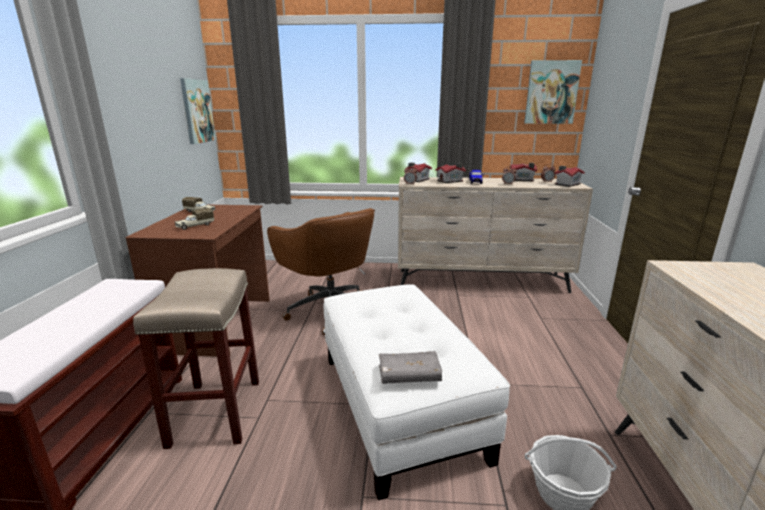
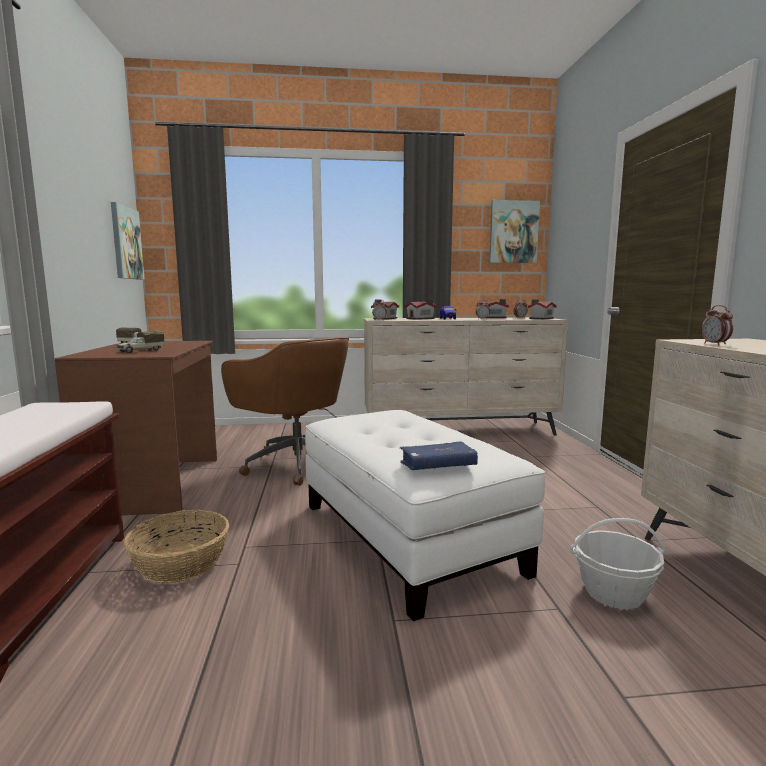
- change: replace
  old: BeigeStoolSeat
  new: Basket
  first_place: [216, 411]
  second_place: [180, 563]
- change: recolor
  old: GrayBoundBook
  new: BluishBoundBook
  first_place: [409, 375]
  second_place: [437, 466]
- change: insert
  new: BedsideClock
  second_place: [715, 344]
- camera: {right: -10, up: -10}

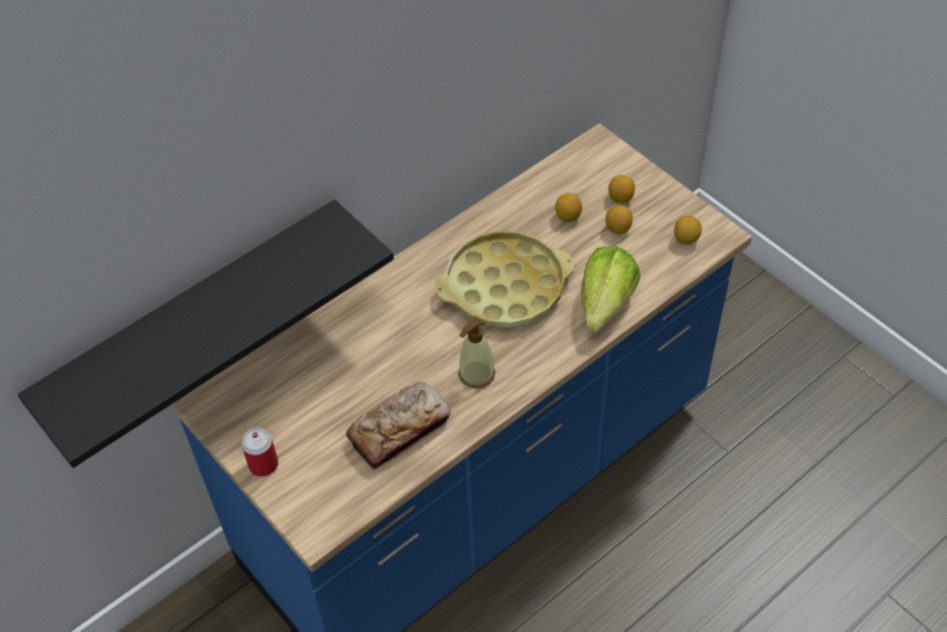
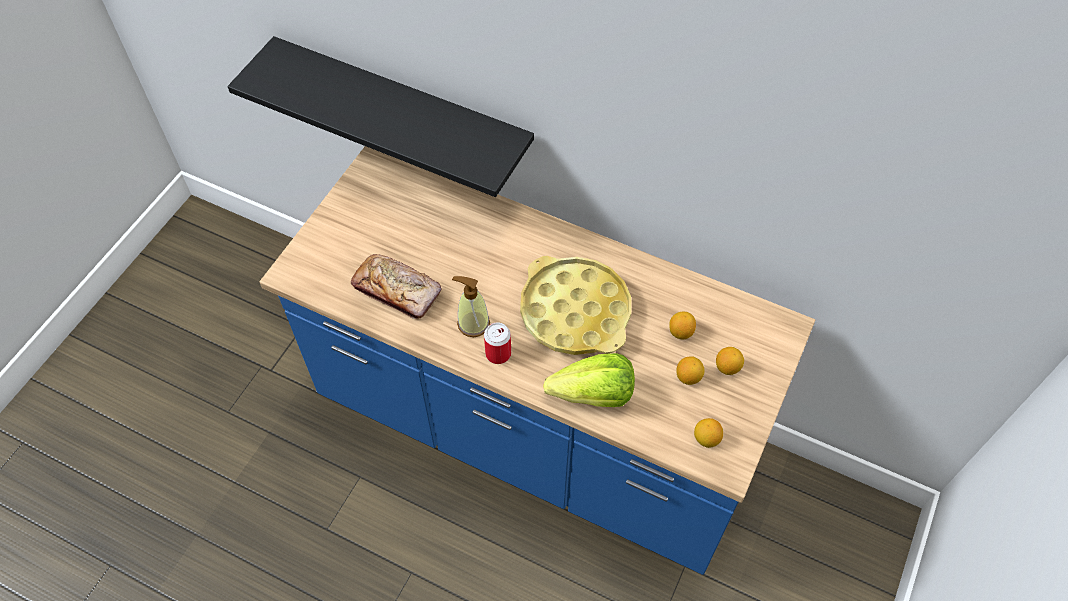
- change: move
  old: MetalCan
  first_place: [263, 464]
  second_place: [498, 353]
- camera: {right: 65, up: 5}

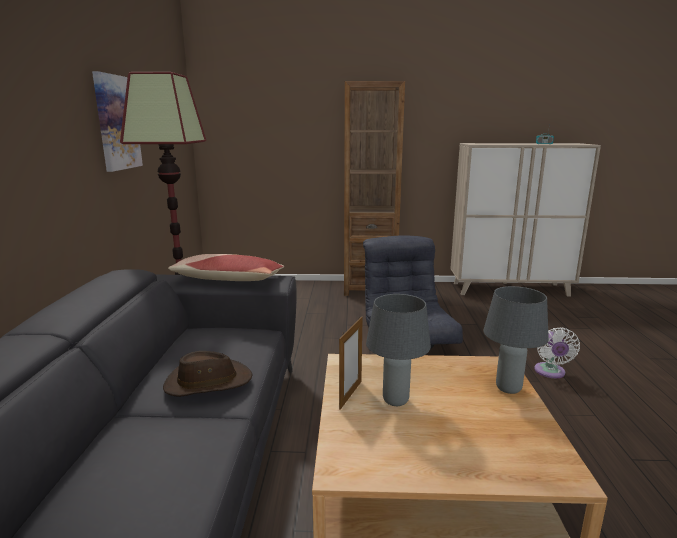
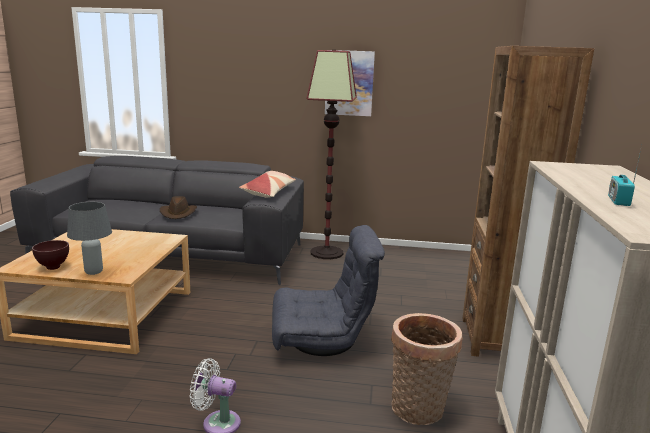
- change: delete
  old: GrayLampForATable
  first_place: [395, 401]
- change: delete
  old: PictureFrame
  first_place: [350, 394]
- change: insert
  new: BrownishBowl
  second_place: [52, 267]
- change: insert
  new: Basket
  second_place: [419, 411]
- camera: {right: 95, up: 0}

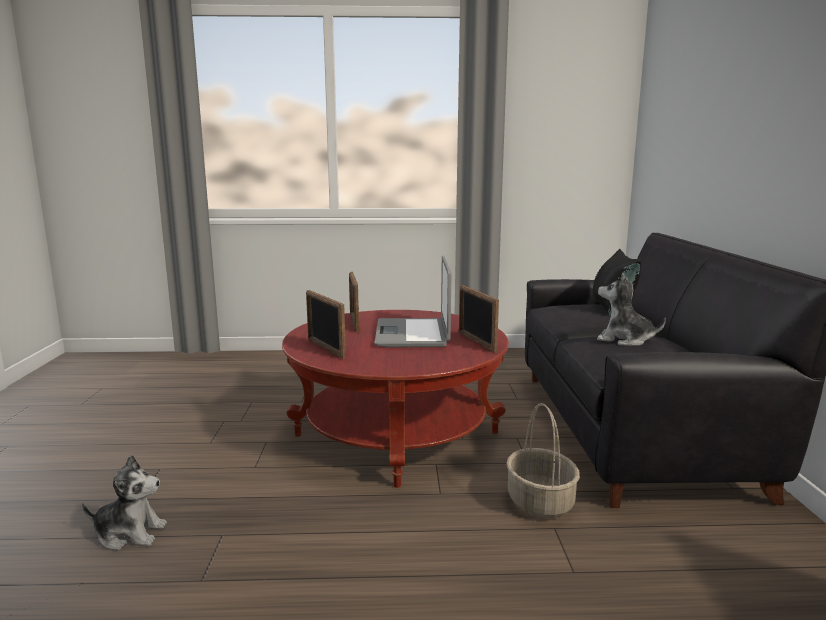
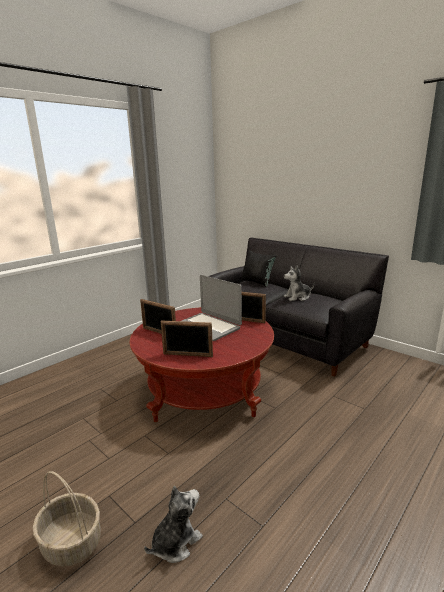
- change: move
  old: Basket
  first_place: [539, 502]
  second_place: [71, 543]
- camera: {right: -45, up: 5}

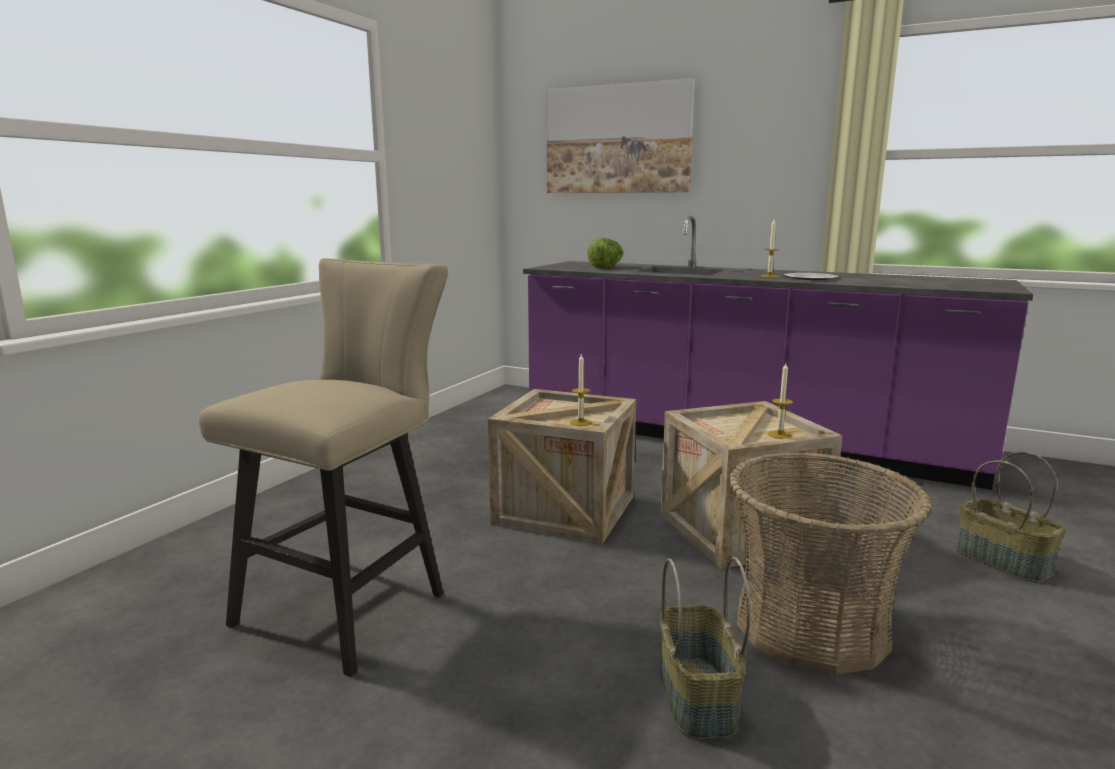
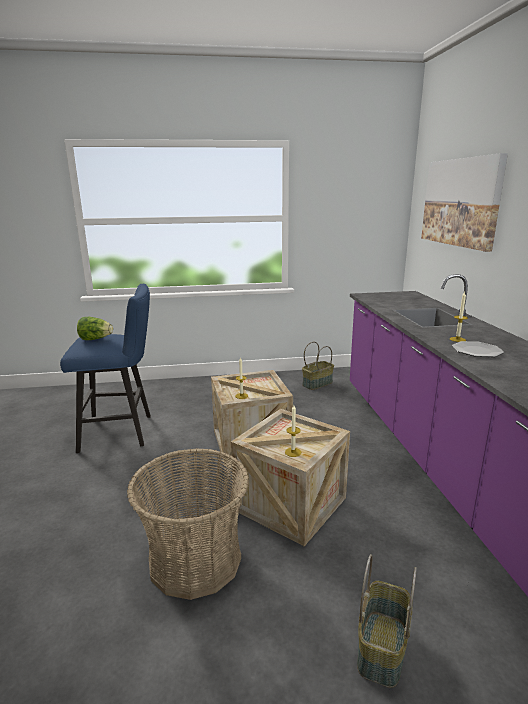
- change: move
  old: LettuceHead
  first_place: [606, 267]
  second_place: [95, 339]
- change: recolor
  old: BeigeStoolSeat
  new: BluishStoolSeat
  first_place: [352, 604]
  second_place: [122, 432]
- change: move
  old: Basket
  first_place: [695, 697]
  second_place: [317, 383]
- camera: {right: 55, up: 5}

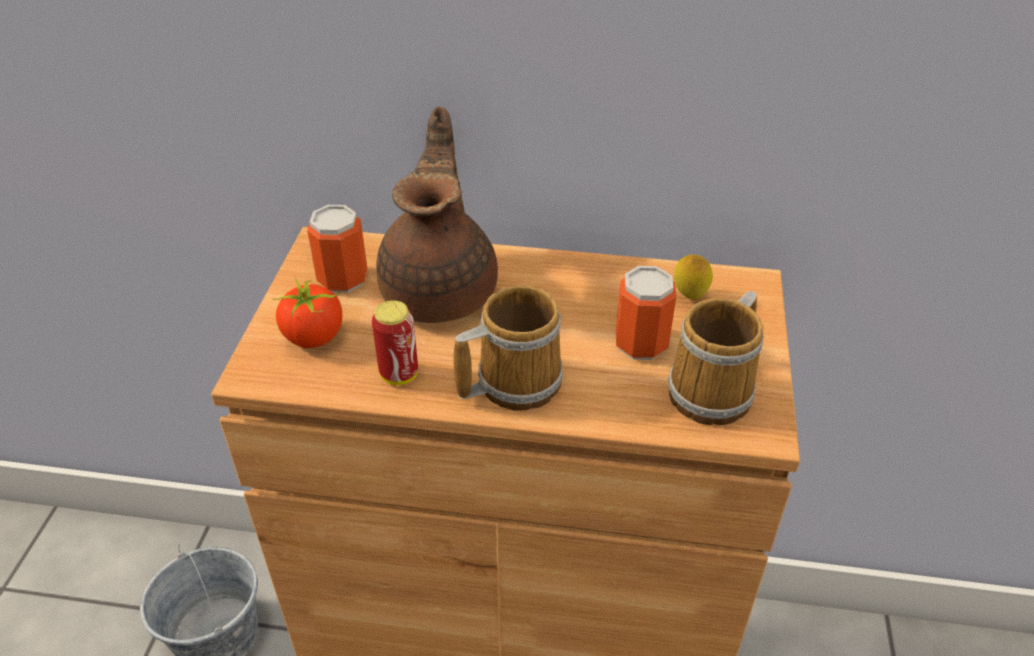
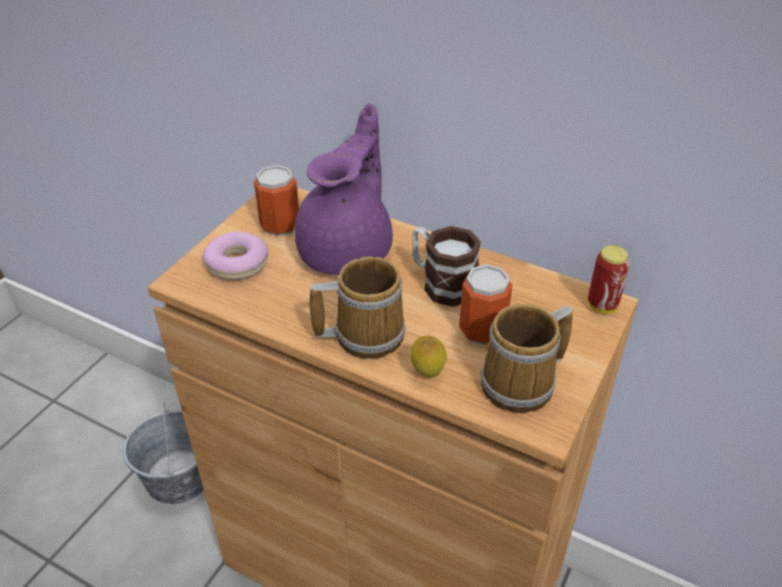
- change: recolor
  old: BrownishPotForTea
  new: PurplePotForTea
  first_place: [442, 289]
  second_place: [348, 250]
- change: move
  old: WholeLemon
  first_place: [689, 297]
  second_place: [427, 373]
- change: replace
  old: FreshTomato
  new: Doughnut
  first_place: [314, 337]
  second_place: [237, 264]
- change: move
  old: MetalCan
  first_place: [399, 374]
  second_place: [602, 305]
- change: insert
  new: Mug
  second_place: [441, 283]
- camera: {right: 20, up: 0}

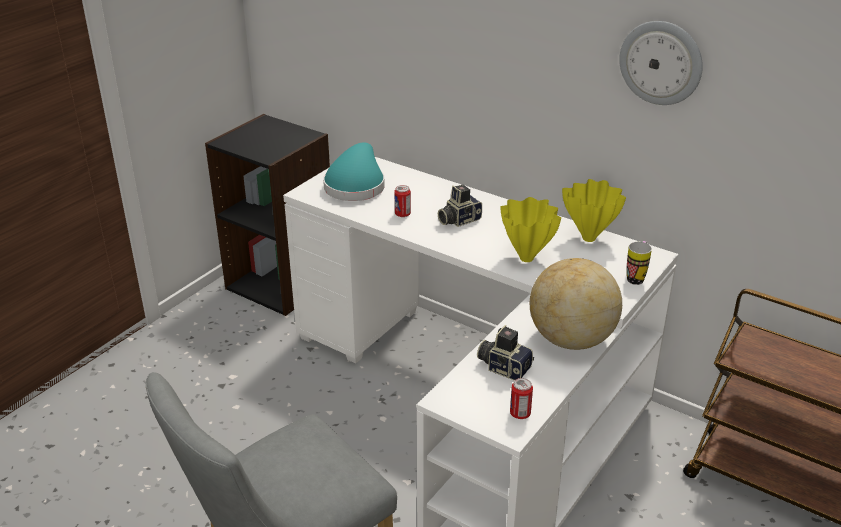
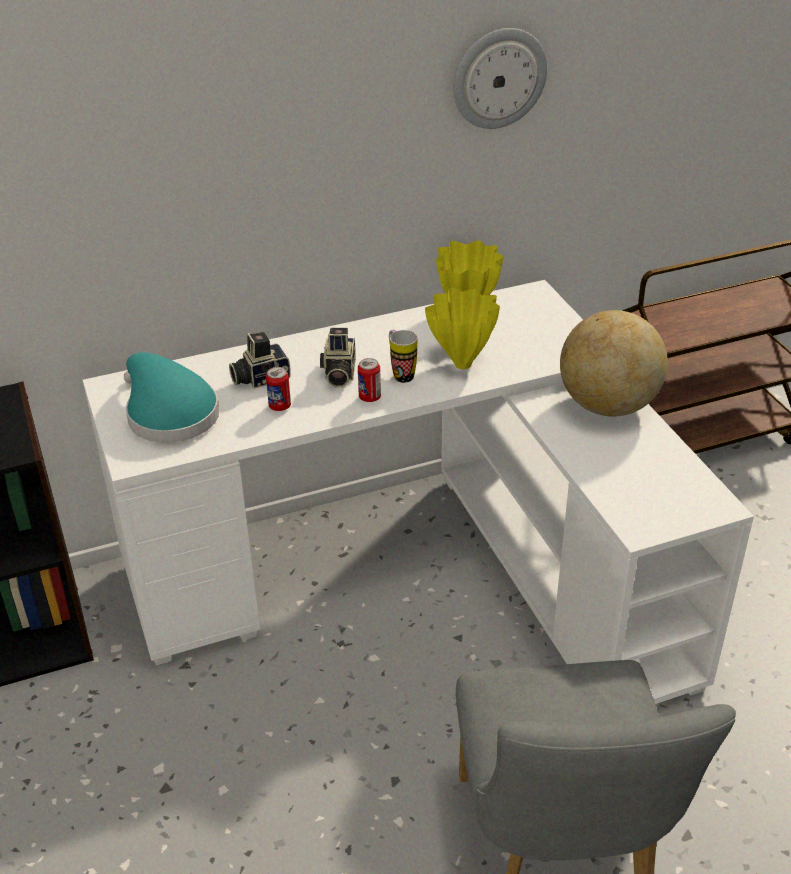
- change: move
  old: Mug
  first_place: [636, 277]
  second_place: [400, 373]
- change: move
  old: PhotoCamera
  first_place: [504, 367]
  second_place: [260, 378]
- change: move
  old: MetalCan
  first_place: [520, 414]
  second_place: [369, 397]
- camera: {right: -55, up: 5}

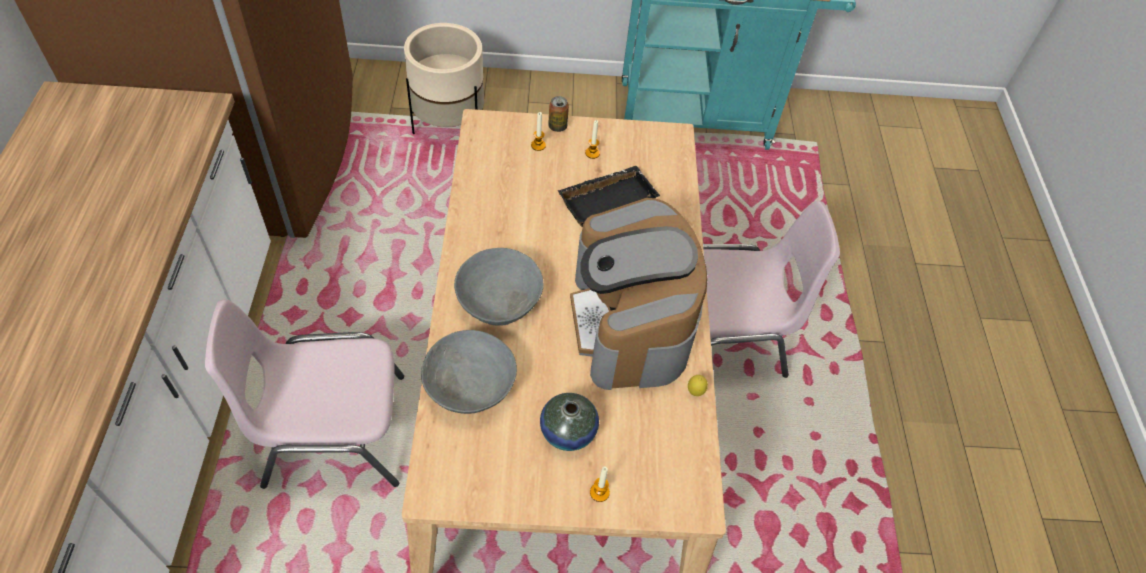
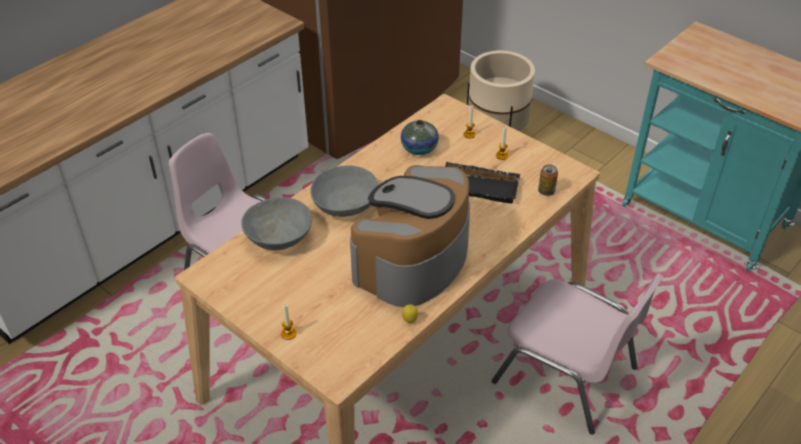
- change: move
  old: MetalCan
  first_place: [557, 126]
  second_place: [546, 191]
- change: move
  old: Vase
  first_place: [568, 431]
  second_place: [419, 148]
- camera: {right: 45, up: -10}

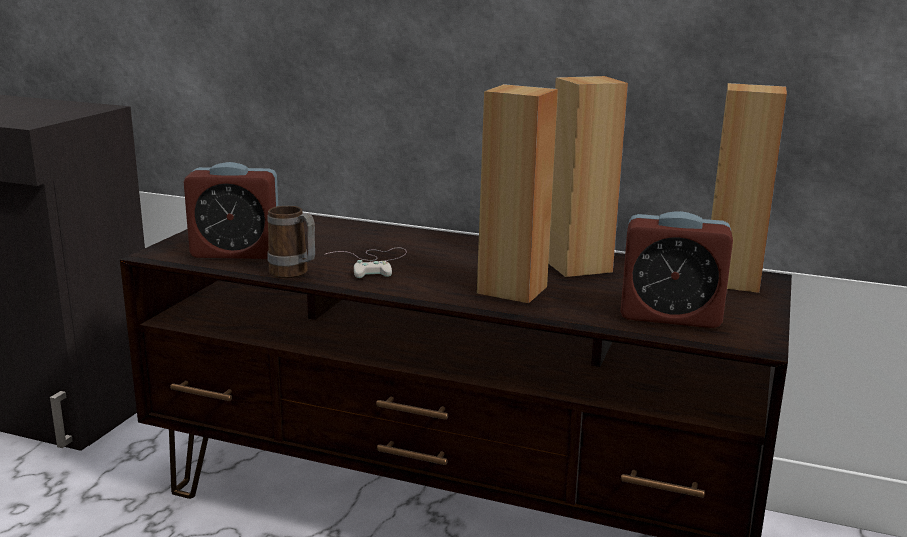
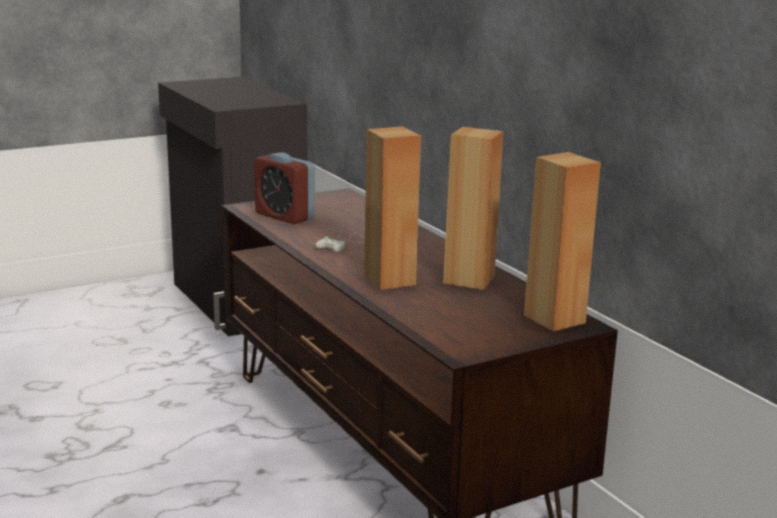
- change: delete
  old: Mug
  first_place: [294, 274]
- change: delete
  old: BedsideClock
  first_place: [670, 316]
- camera: {right: 40, up: 0}

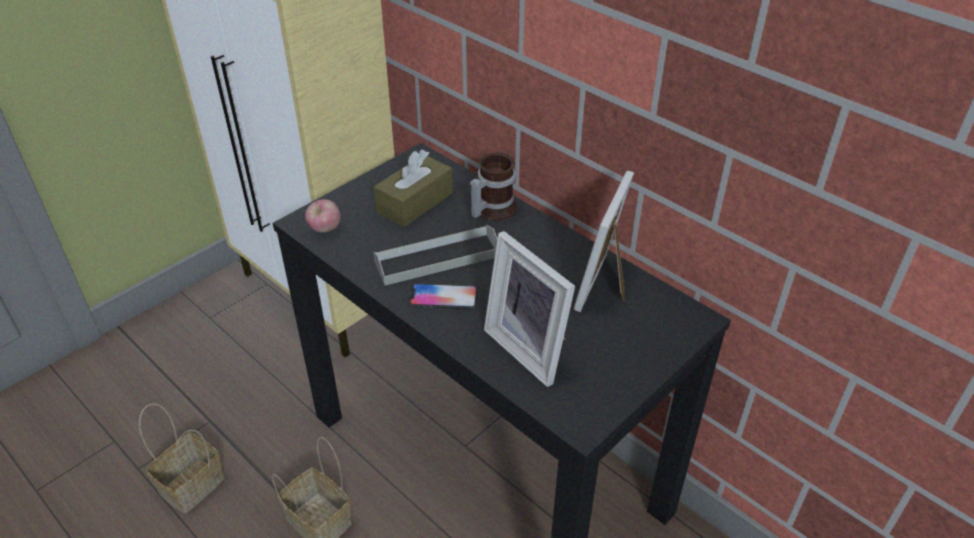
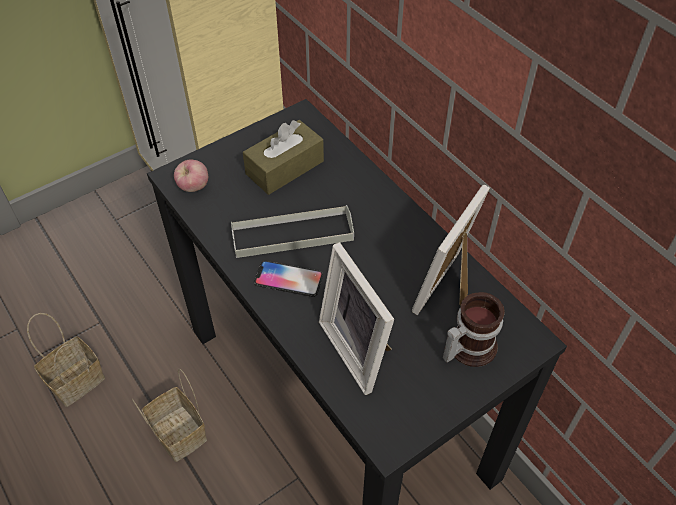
- change: move
  old: Mug
  first_place: [491, 209]
  second_place: [466, 346]
- camera: {right: 10, up: 10}

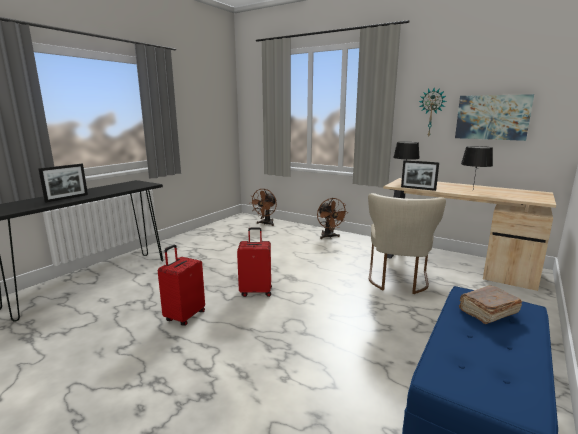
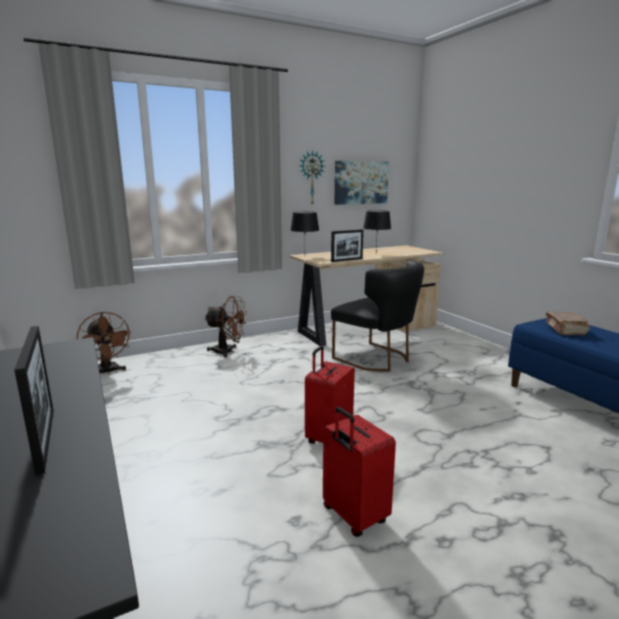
- change: recolor
  old: BeigePlainChair
  new: BlackishPlainChair
  first_place: [397, 281]
  second_place: [377, 359]
- camera: {right: -60, up: 0}

